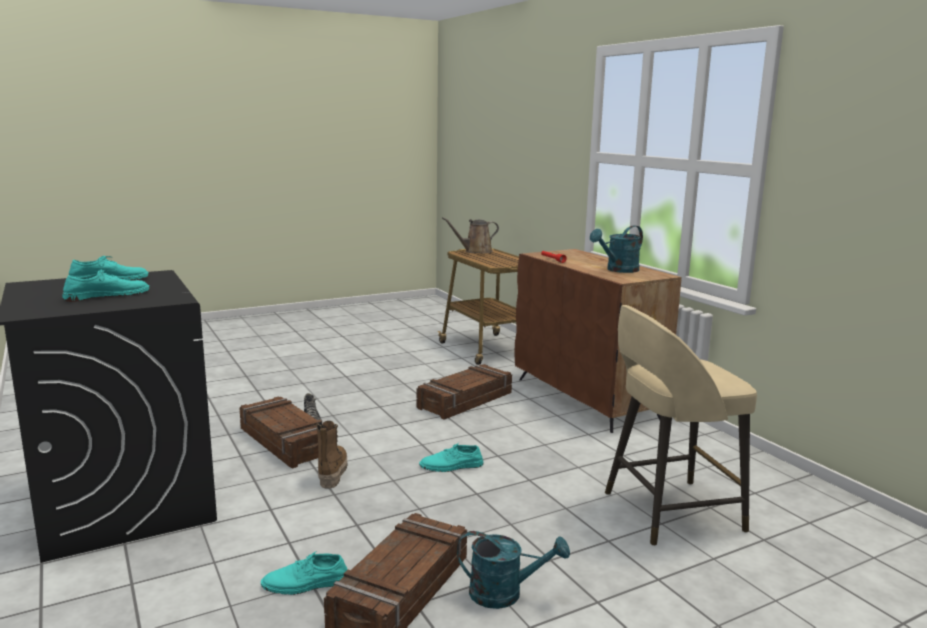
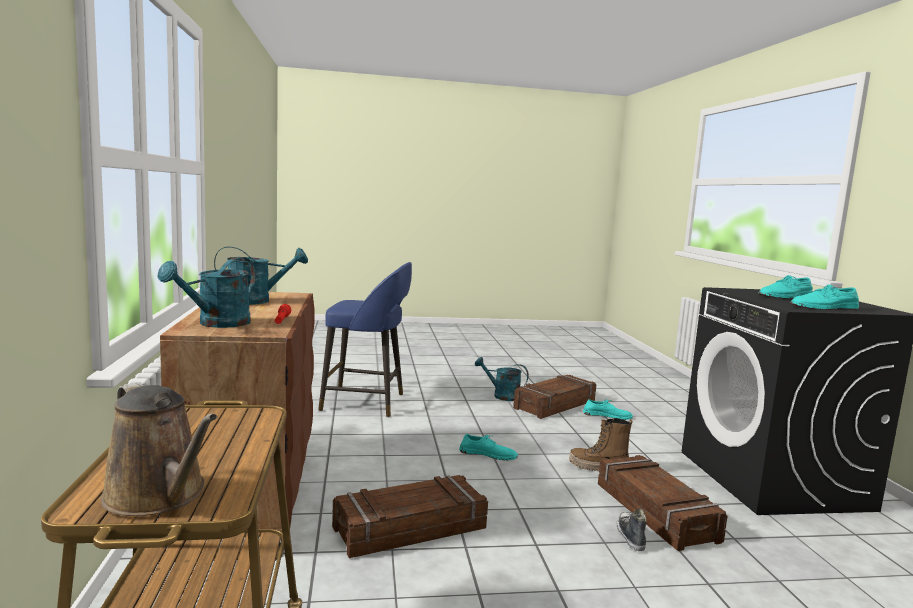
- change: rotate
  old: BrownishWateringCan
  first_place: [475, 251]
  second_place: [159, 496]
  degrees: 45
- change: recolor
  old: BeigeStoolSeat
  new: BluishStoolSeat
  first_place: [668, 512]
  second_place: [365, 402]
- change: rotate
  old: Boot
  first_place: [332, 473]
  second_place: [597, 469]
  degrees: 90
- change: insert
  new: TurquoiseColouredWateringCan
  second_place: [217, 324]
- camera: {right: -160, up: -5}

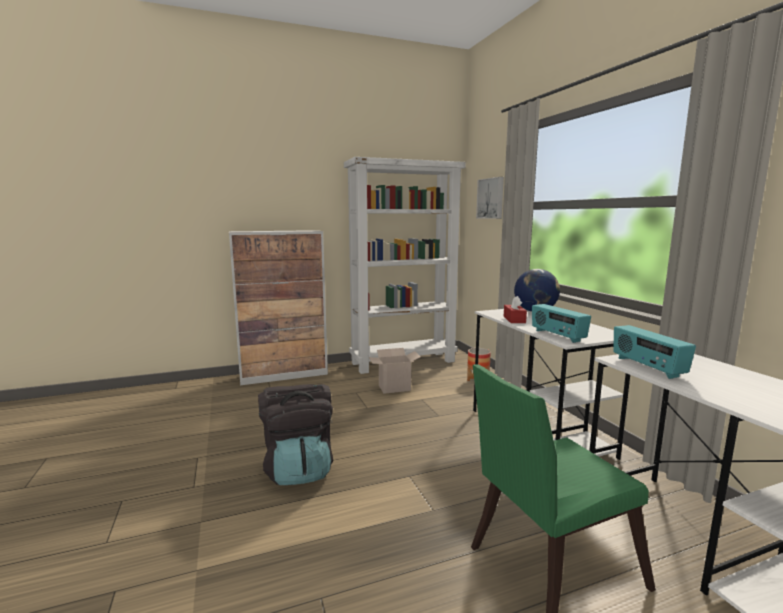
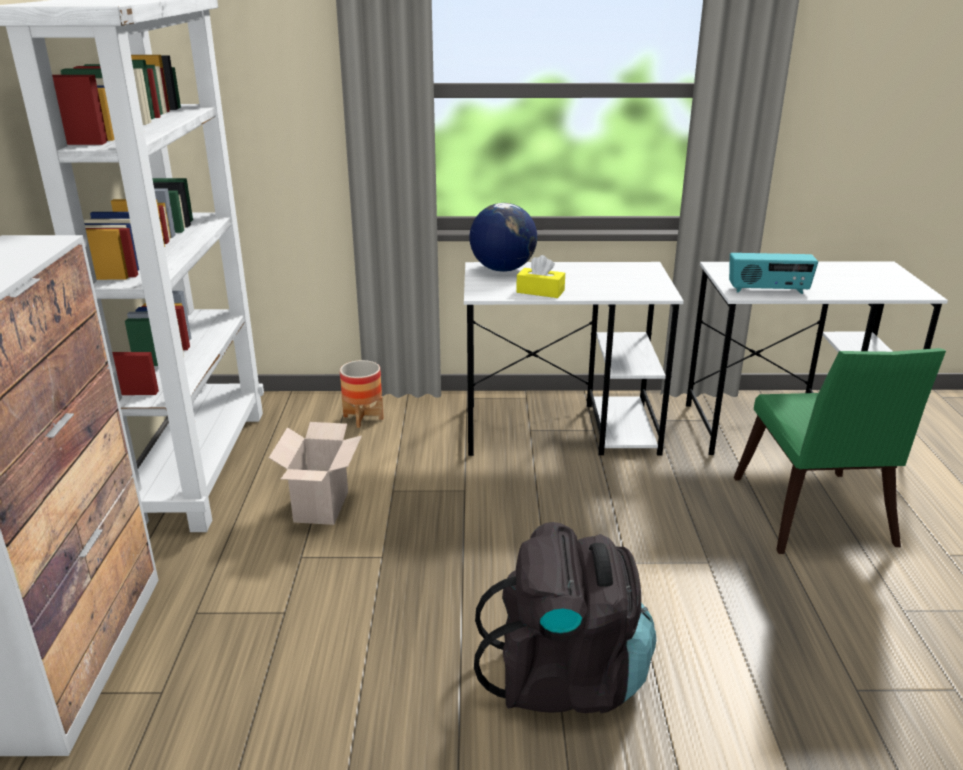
- change: delete
  old: WallArt
  first_place: [491, 198]
- change: recolor
  old: ReddishBoxOfTissues
  new: YellowishBoxOfTissues
  first_place: [514, 319]
  second_place: [540, 291]
- change: delete
  old: Radio
  first_place: [557, 336]
- camera: {right: -70, up: 15}

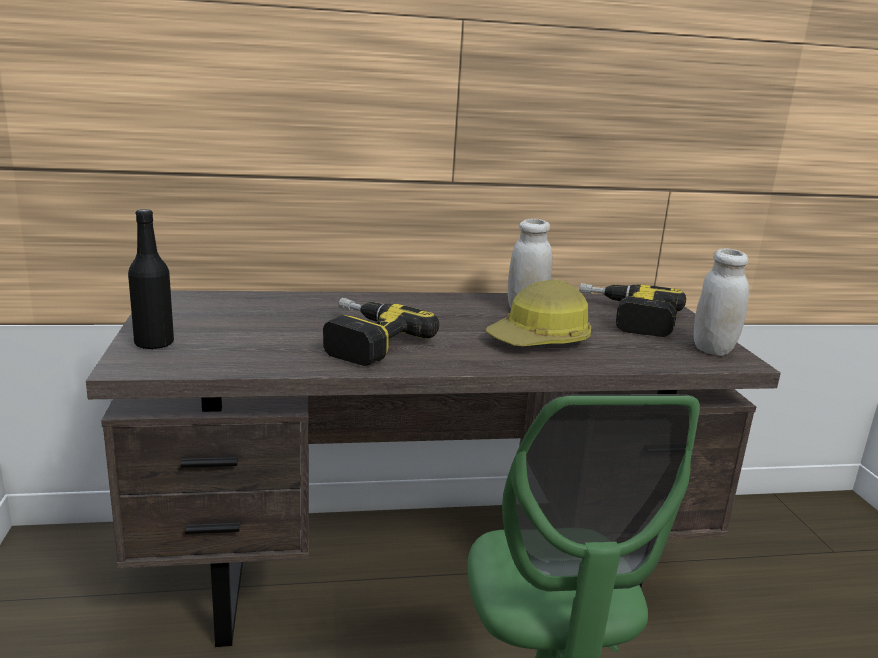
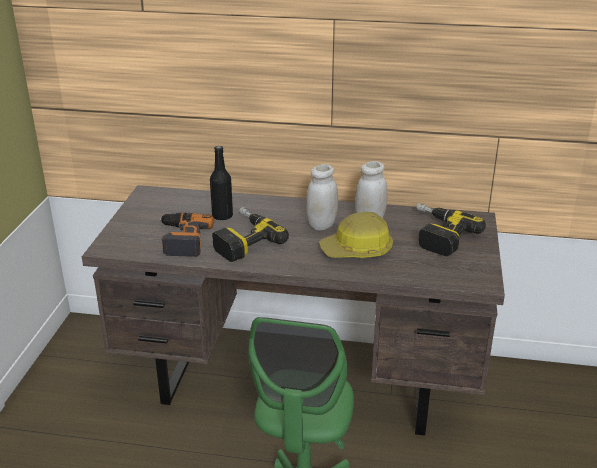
- change: move
  old: BlackishBottle
  first_place: [154, 344]
  second_place: [222, 216]
- change: move
  old: WhiteStorageJar
  first_place: [713, 349]
  second_place: [321, 225]
- change: insert
  new: PowerDrill
  second_place: [181, 239]
- camera: {right: 20, up: 10}

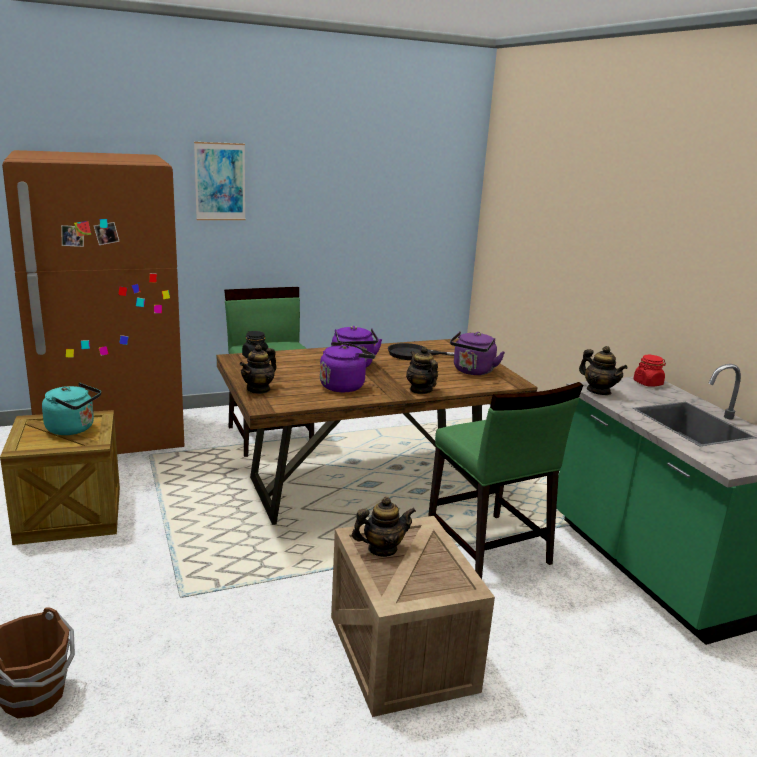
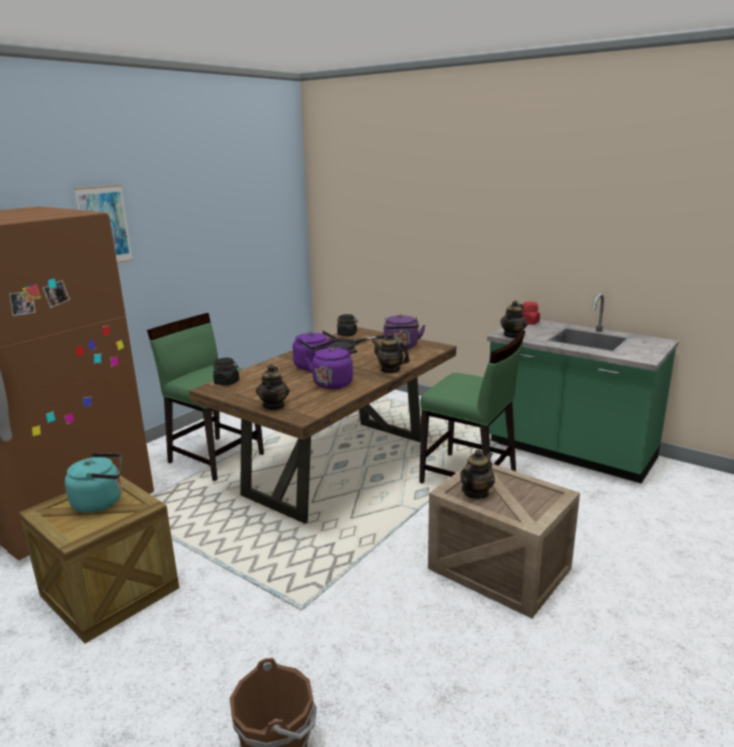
- change: rotate
  old: PotForTea
  first_place: [598, 391]
  second_place: [513, 335]
  degrees: 105
- change: insert
  new: BlackishStorageJar
  second_place: [347, 334]
- camera: {right: -30, up: 0}

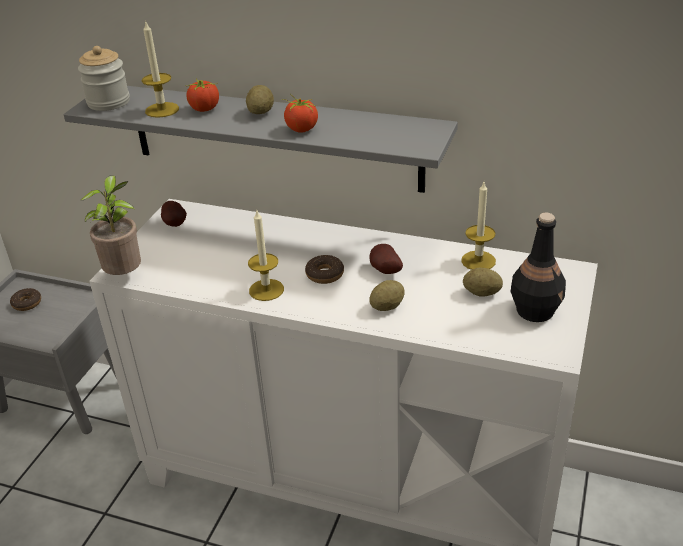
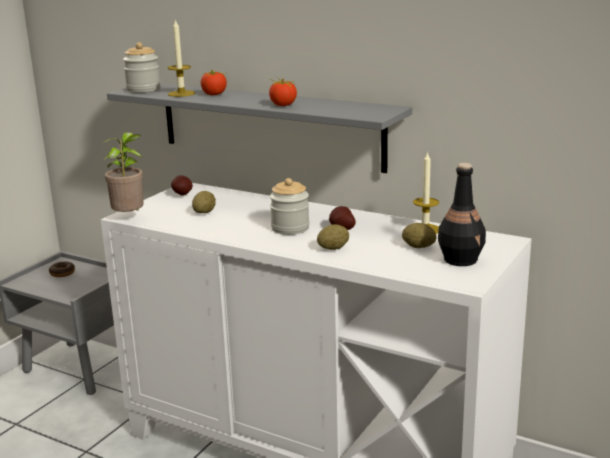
- change: move
  old: Spud
  first_place: [260, 112]
  second_place: [204, 212]
- change: delete
  old: Candle
  first_place: [266, 290]
- change: replace
  old: Doughnut
  new: StorageJar
  first_place: [325, 274]
  second_place: [290, 228]
- camera: {right: 10, up: -15}

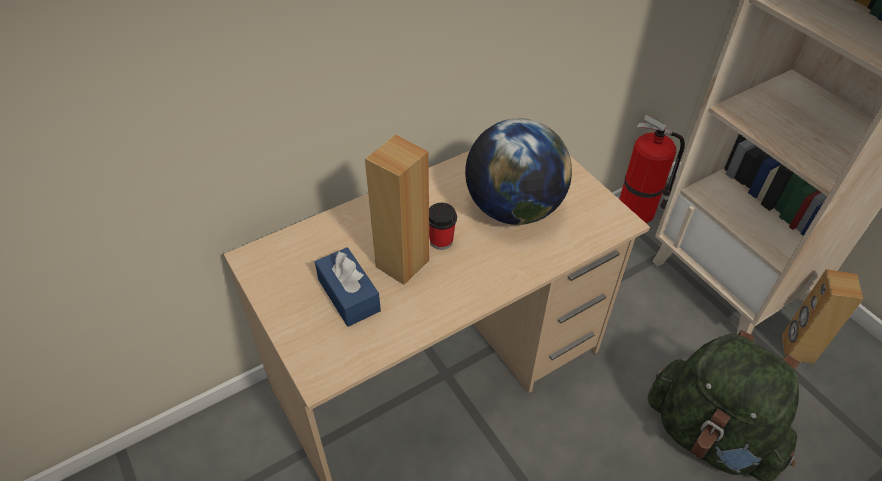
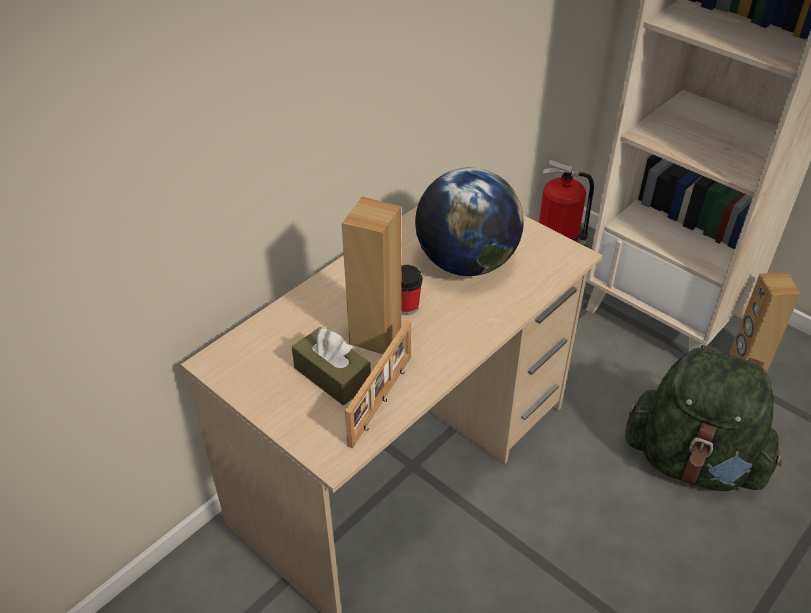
- change: recolor
  old: BluishBoxOfTissues
  new: BrownishBoxOfTissues
  first_place: [349, 295]
  second_place: [332, 376]
- change: insert
  new: PictureFrame
  second_place: [382, 400]
- camera: {right: -15, up: -5}

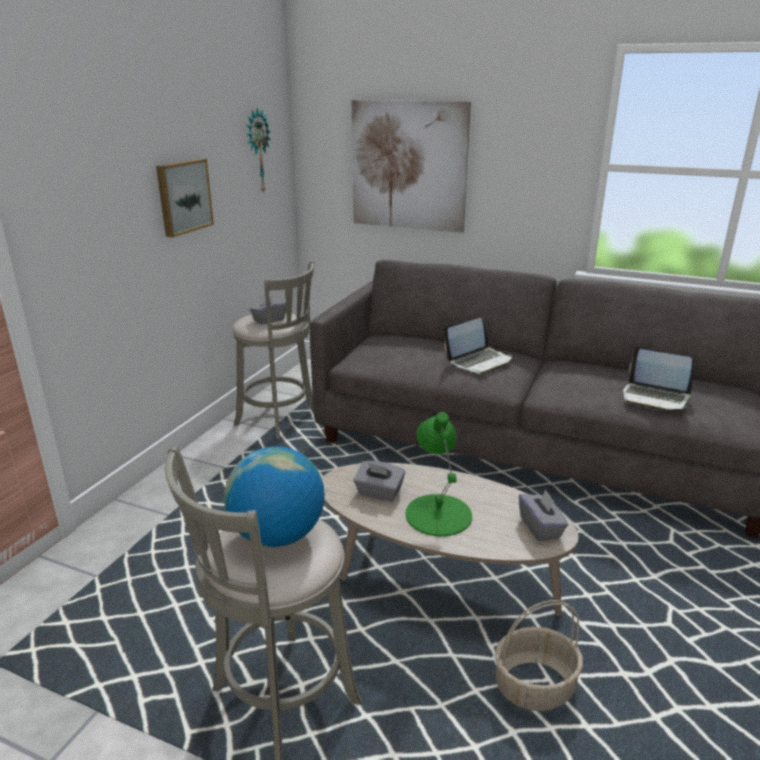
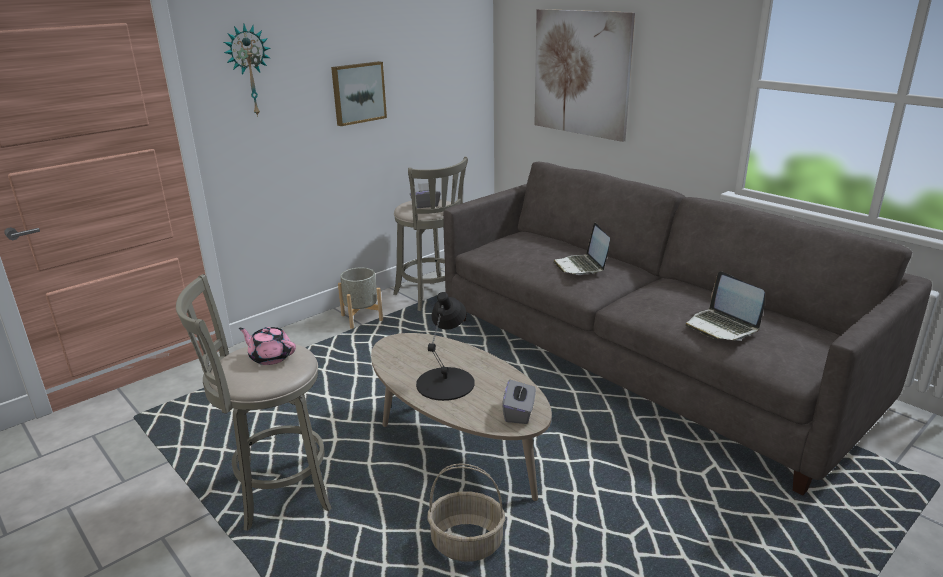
- change: move
  old: WallClock
  first_place: [257, 151]
  second_place: [249, 71]
- change: rotate
  old: PortableComputer
  first_place: [479, 361]
  second_place: [581, 266]
  degrees: 90
- change: recolor
  old: GreenLampForATable
  new: BlackishLampForATable
  first_place: [438, 514]
  second_place: [446, 383]
- change: replace
  old: DeskGlobe
  new: PinkColouredPotForTea
  first_place: [277, 536]
  second_place: [270, 357]
- change: delete
  old: GrayBoxOfTissues
  first_place: [379, 492]
- change: insert
  new: GrayPlantPot
  second_place: [362, 318]
- camera: {right: 25, up: 0}

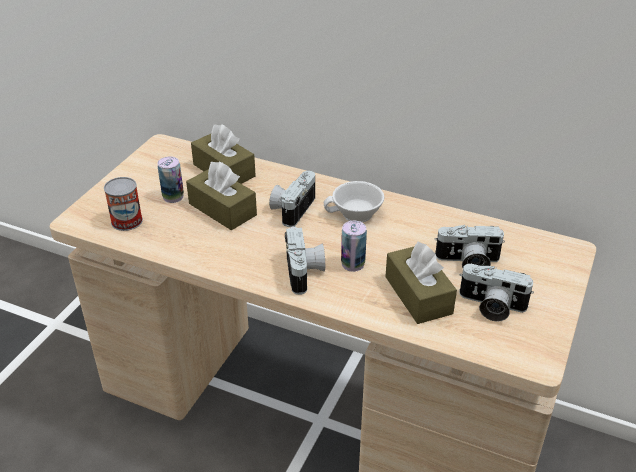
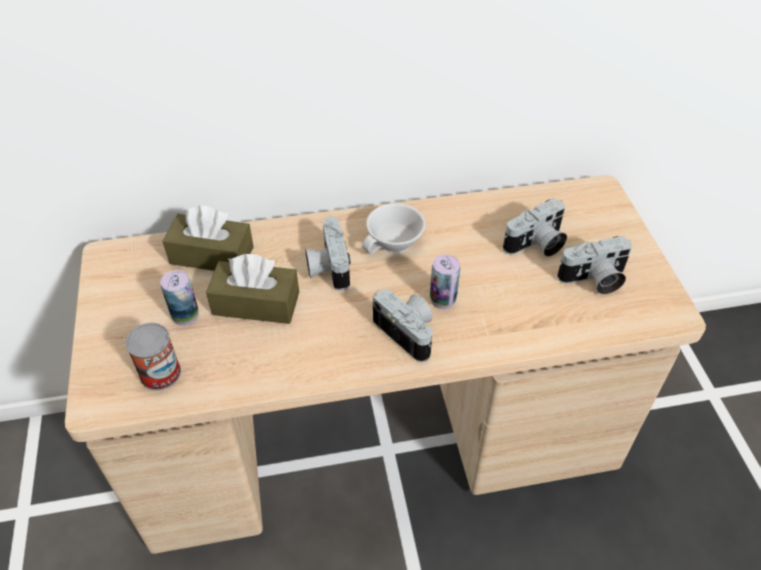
- change: delete
  old: BrownishBoxOfTissues
  first_place: [418, 295]
- camera: {right: -35, up: 10}

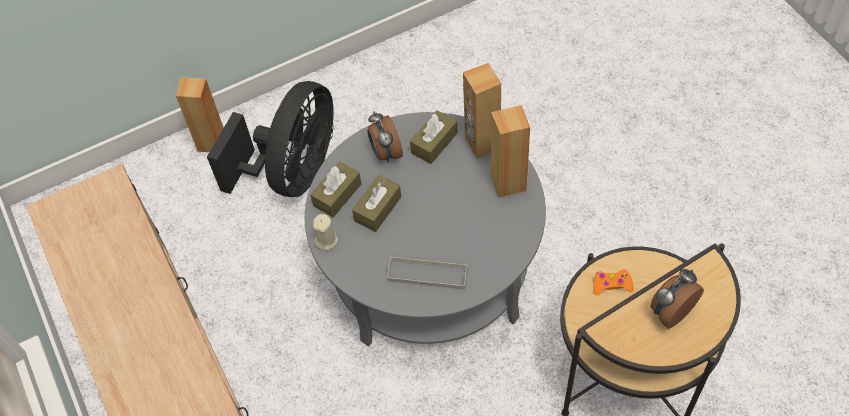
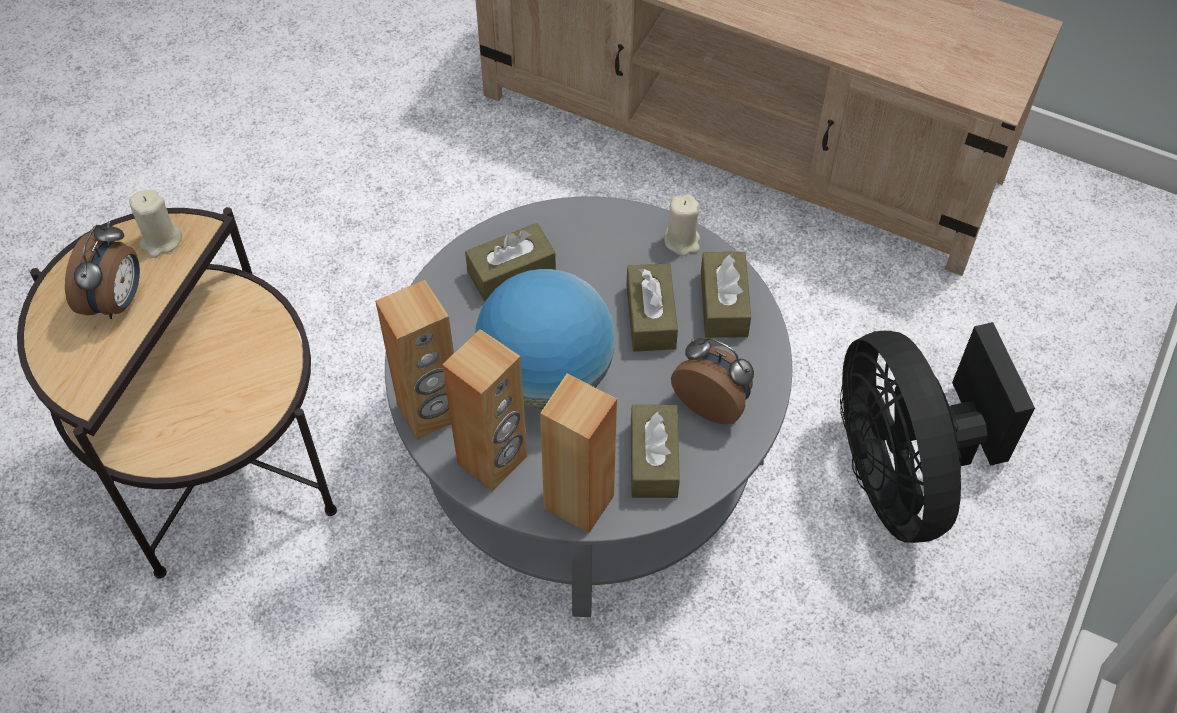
- change: move
  old: BrownishAudioSpeaker
  first_place: [212, 142]
  second_place: [430, 412]
- change: replace
  old: GrayServingTray
  new: BrownishBoxOfTissues
  first_place: [428, 274]
  second_place: [511, 272]
- change: delete
  old: OrangeyJoypad
  first_place: [611, 285]
- change: insert
  new: BeigeCandle
  second_place: [160, 240]
- change: insert
  new: DeskGlobe
  second_place: [546, 375]
- camera: {right: 140, up: 0}

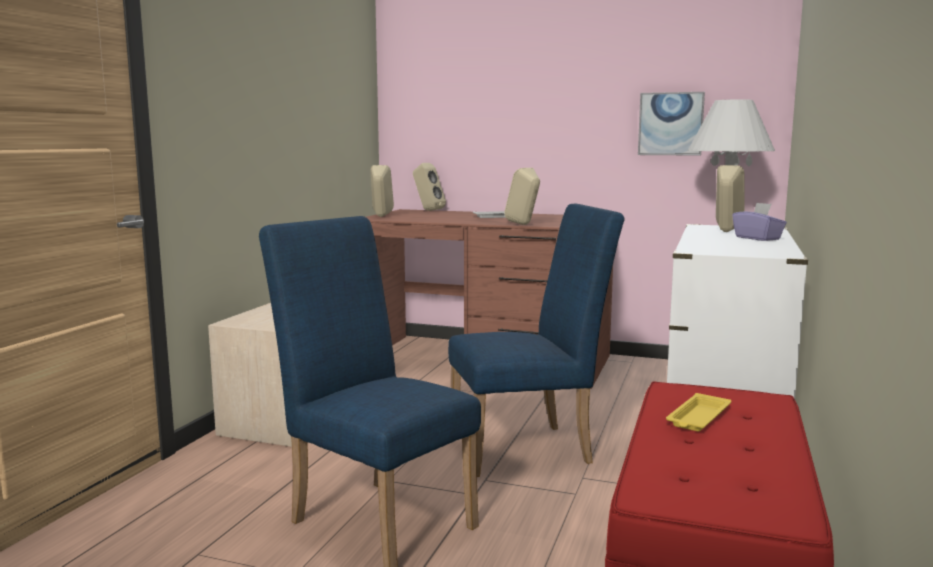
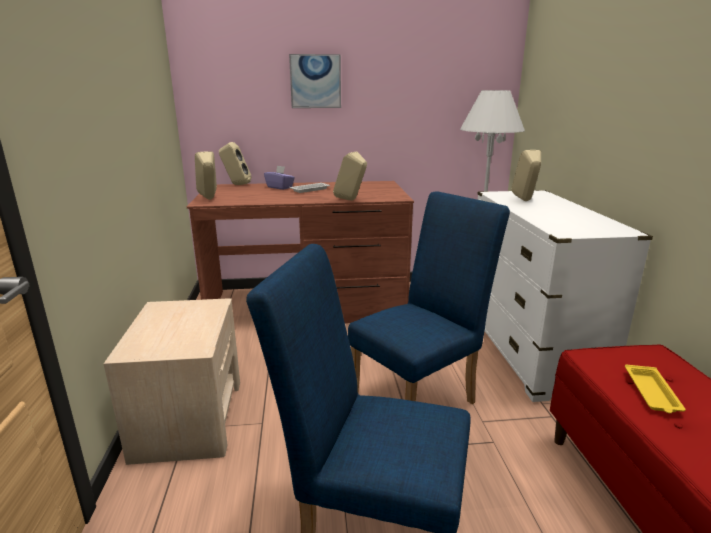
- change: move
  old: WallArt
  first_place: [670, 124]
  second_place: [315, 81]
- change: move
  old: PurpleBoxOfTissues
  first_place: [758, 238]
  second_place: [280, 187]
- camera: {right: -25, up: 10}

